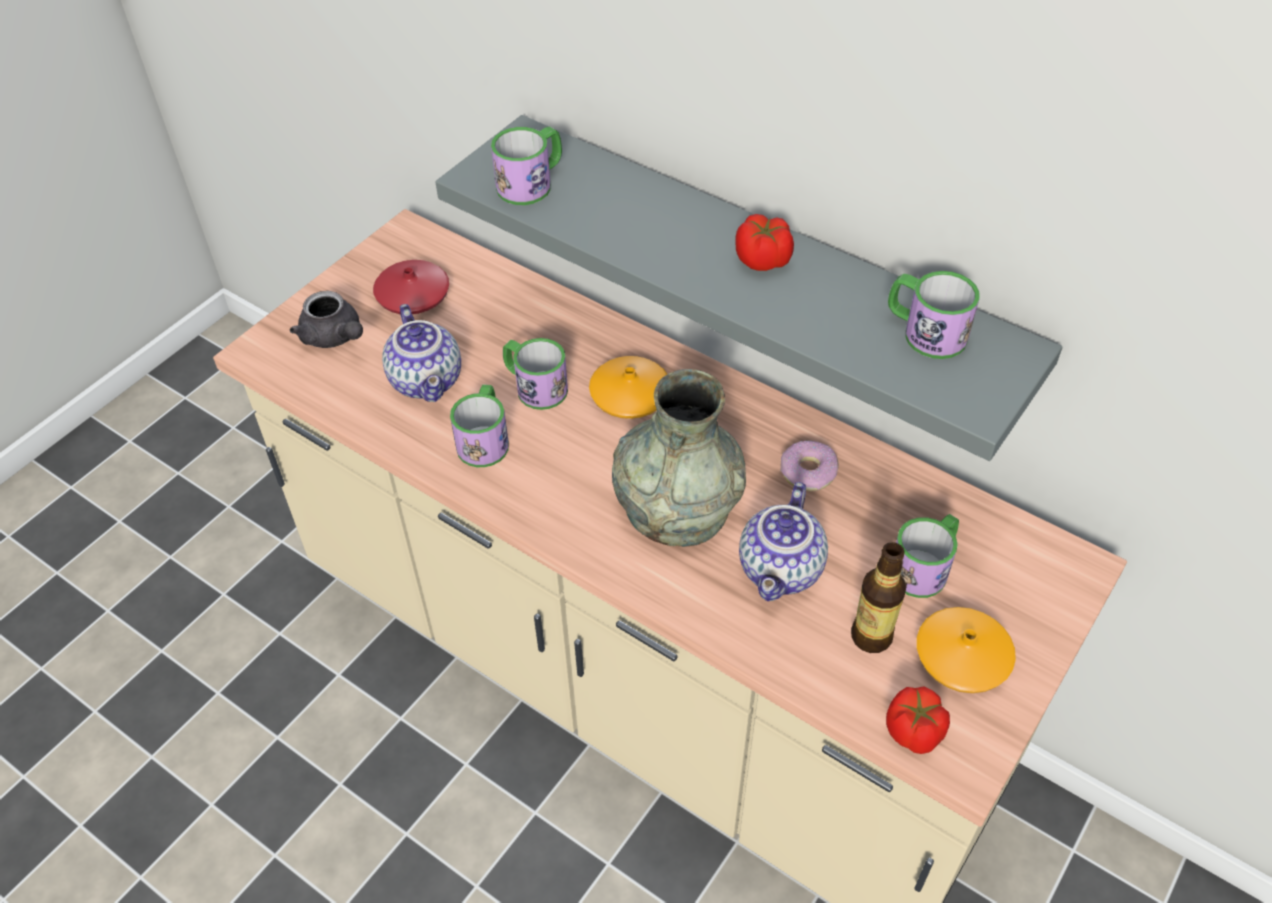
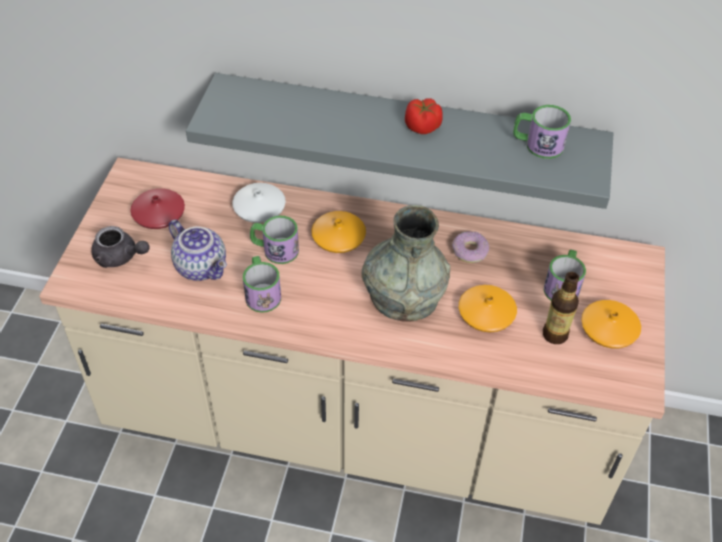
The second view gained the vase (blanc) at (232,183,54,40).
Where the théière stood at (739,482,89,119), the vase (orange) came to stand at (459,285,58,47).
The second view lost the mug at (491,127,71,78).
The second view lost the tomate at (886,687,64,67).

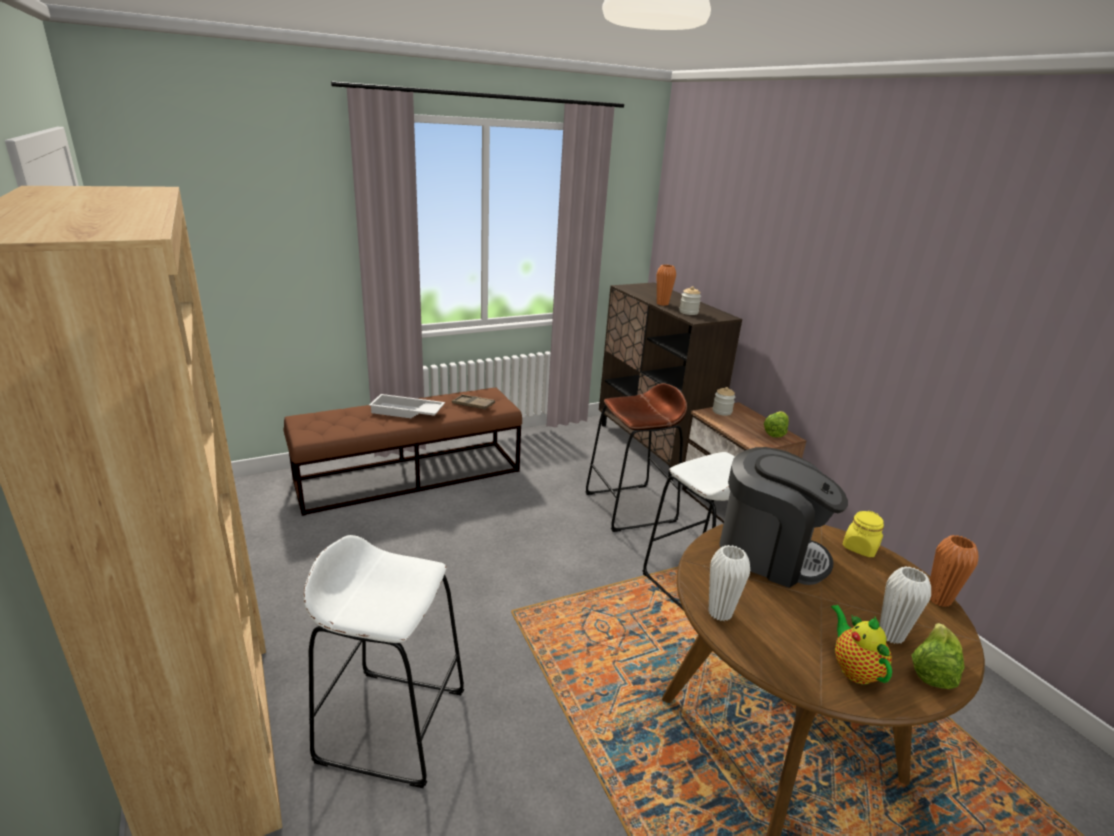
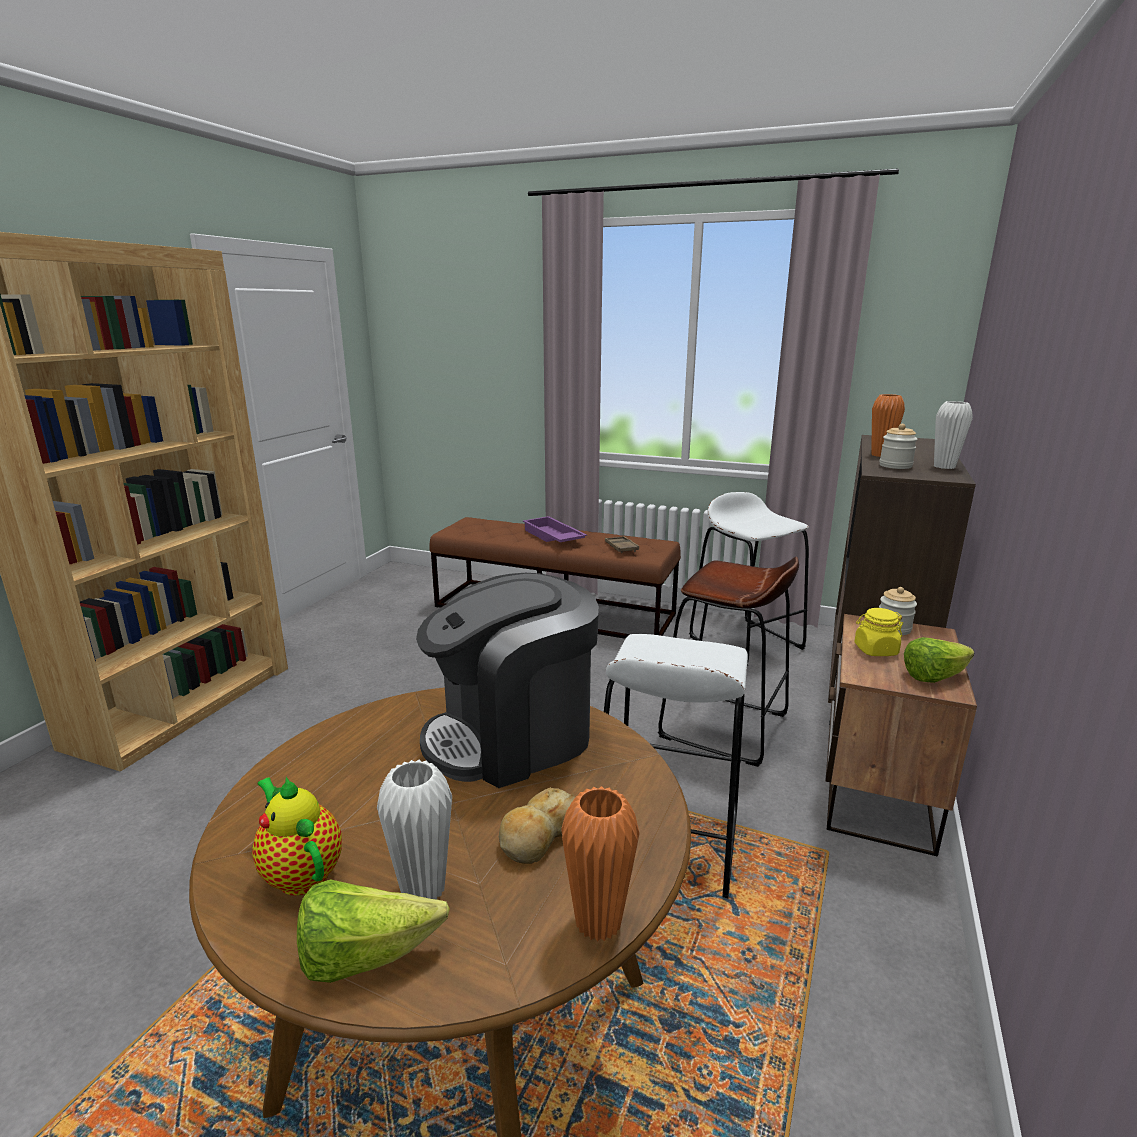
The théière at (831,605,61,79) ended up facing another way, 75 degrees counterclockwise from before.
The machine à café at (719,447,129,141) ended up facing another way, 75 degrees clockwise from before.
The second view gained the pain at (499,787,76,77).
What was the plateau (blanc) at (369,394,76,24) turned into the plateau (violet) at (523,516,64,26).
The tabouret (blanc) ended up elsewhere, having gone from (303,535,161,253) to (689,492,120,174).
The bocal (jaune) ended up elsewhere, having gone from (843,511,41,46) to (854,608,49,48).
The vase (blanc) ended up elsewhere, having gone from (709,545,41,76) to (934,401,39,68).

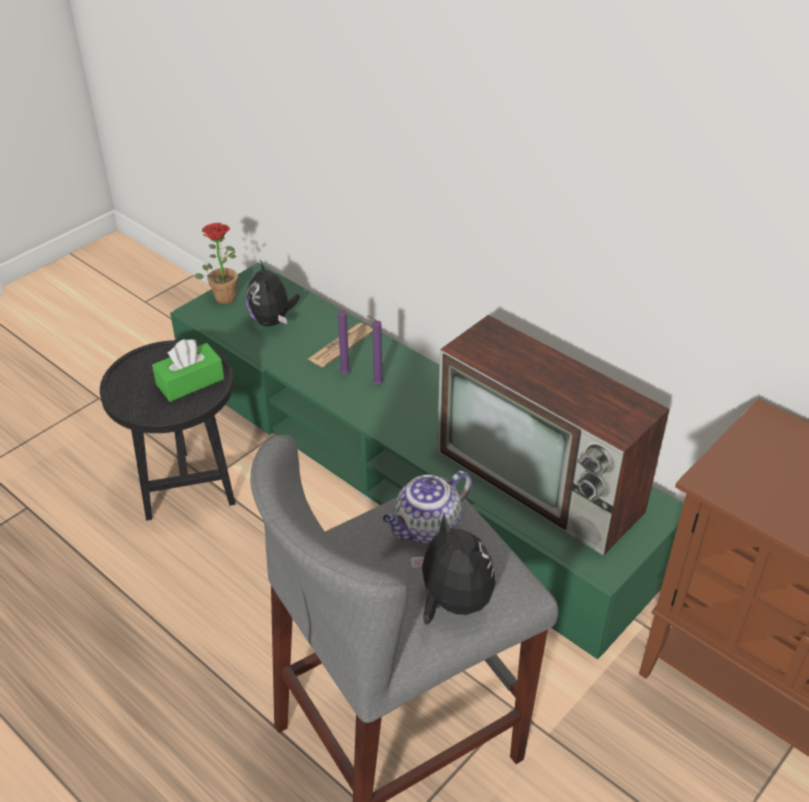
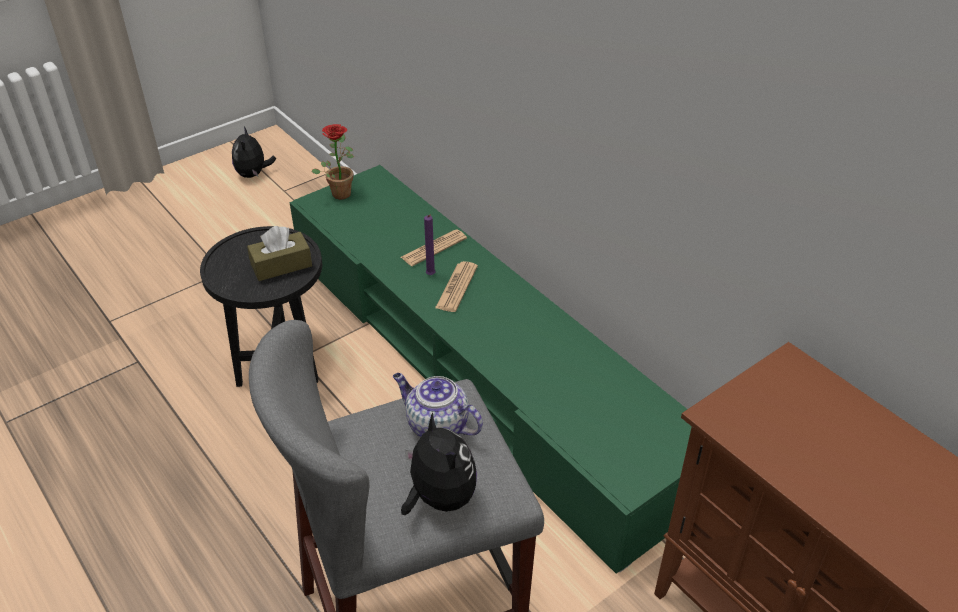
The peluche ended up elsewhere, having gone from (246,260,54,66) to (232,127,44,51).
What was the boîte à mouchoirs (vert) at (152,339,72,63) turned into the boîte à mouchoirs (marron) at (247,226,65,55).
The théière at (382,470,90,74) ended up facing another way, 60 degrees clockwise from before.
Where the bougie (violet) stood at (368,316,15,69), the journal came to stand at (435,261,43,51).
The second view lost the téléviseur at (437,315,232,241).

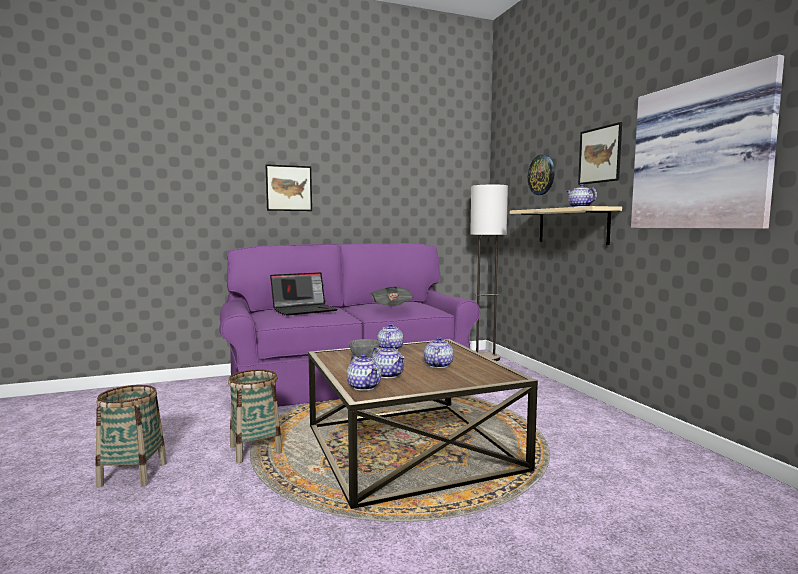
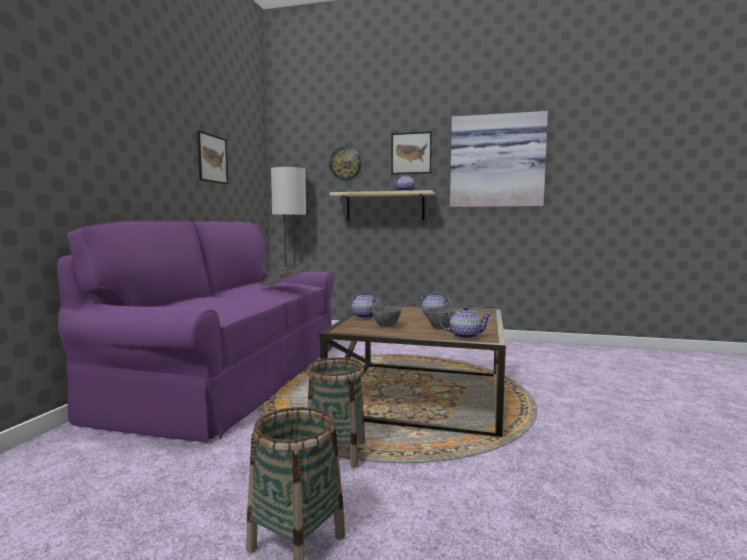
The tableau ended up elsewhere, having gone from (265,164,47,47) to (197,130,31,54).
Where the théière stood at (372,345,33,33), the bol (gris) came to stand at (426,307,31,22).
The second view lost the ordinateur portable at (270,272,68,44).

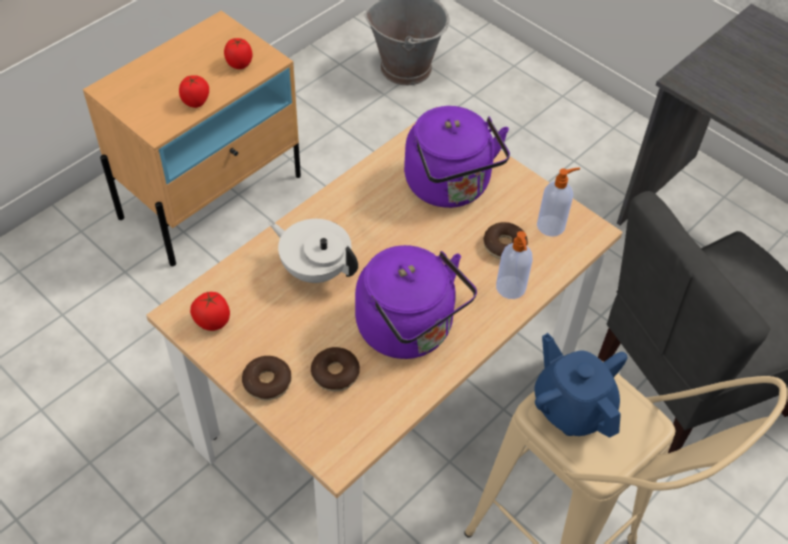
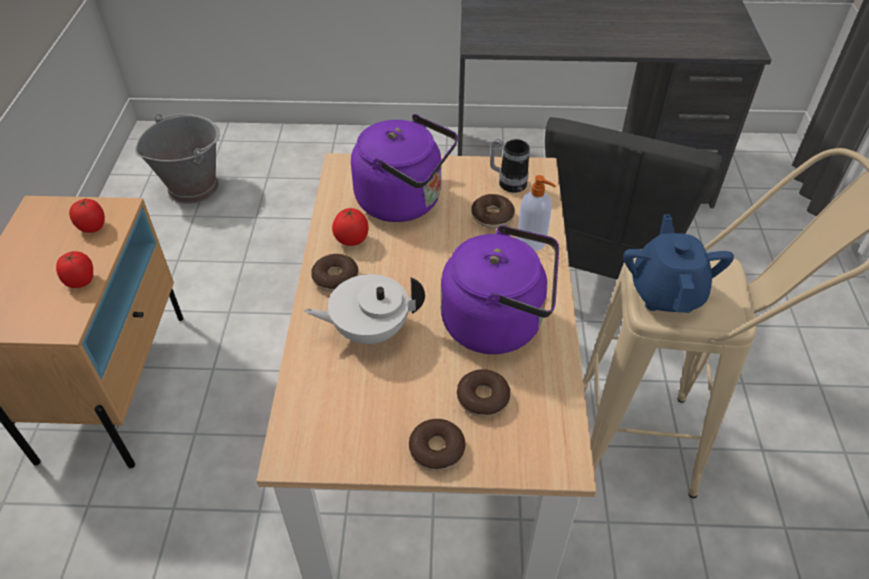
The second view gained the beignet at (311,254,48,38).
The tomate ended up elsewhere, having gone from (190,292,40,39) to (332,208,37,38).
Where the distributeur de savon stood at (537,167,43,70), the mug came to stand at (490,139,40,54).
The théière (bleu) at (534,333,93,105) ended up facing another way, 75 degrees clockwise from before.

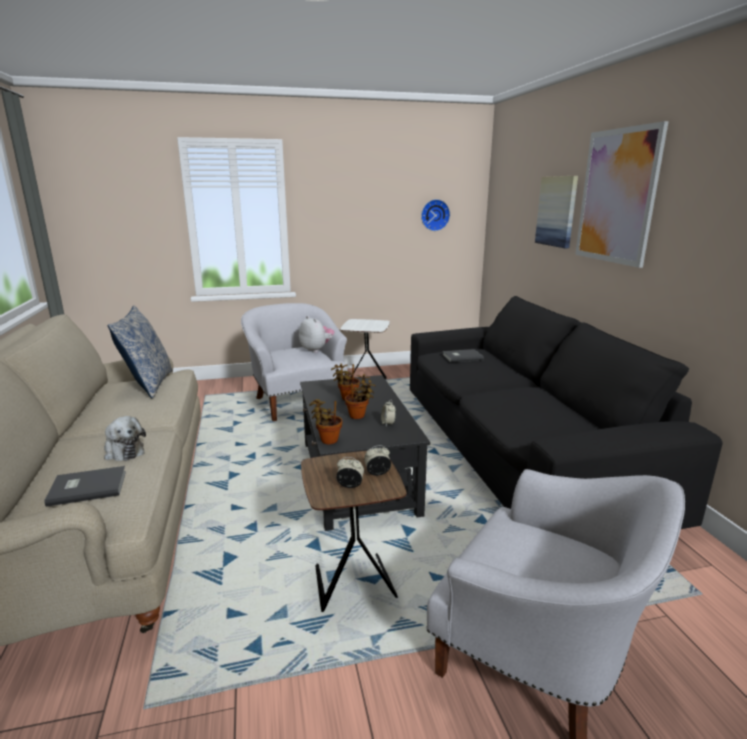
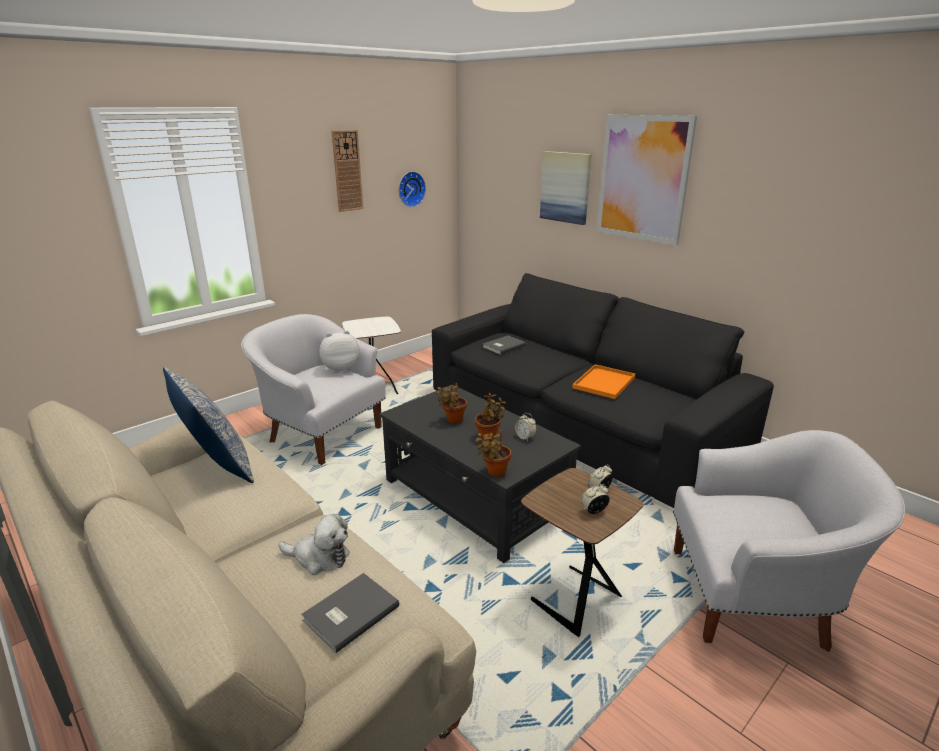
The peluche at (299,316,35,37) ended up facing another way, 45 degrees counterclockwise from before.
The second view gained the horloge murale at (332,130,31,82).
The second view gained the plateau (orange) at (572,364,63,35).

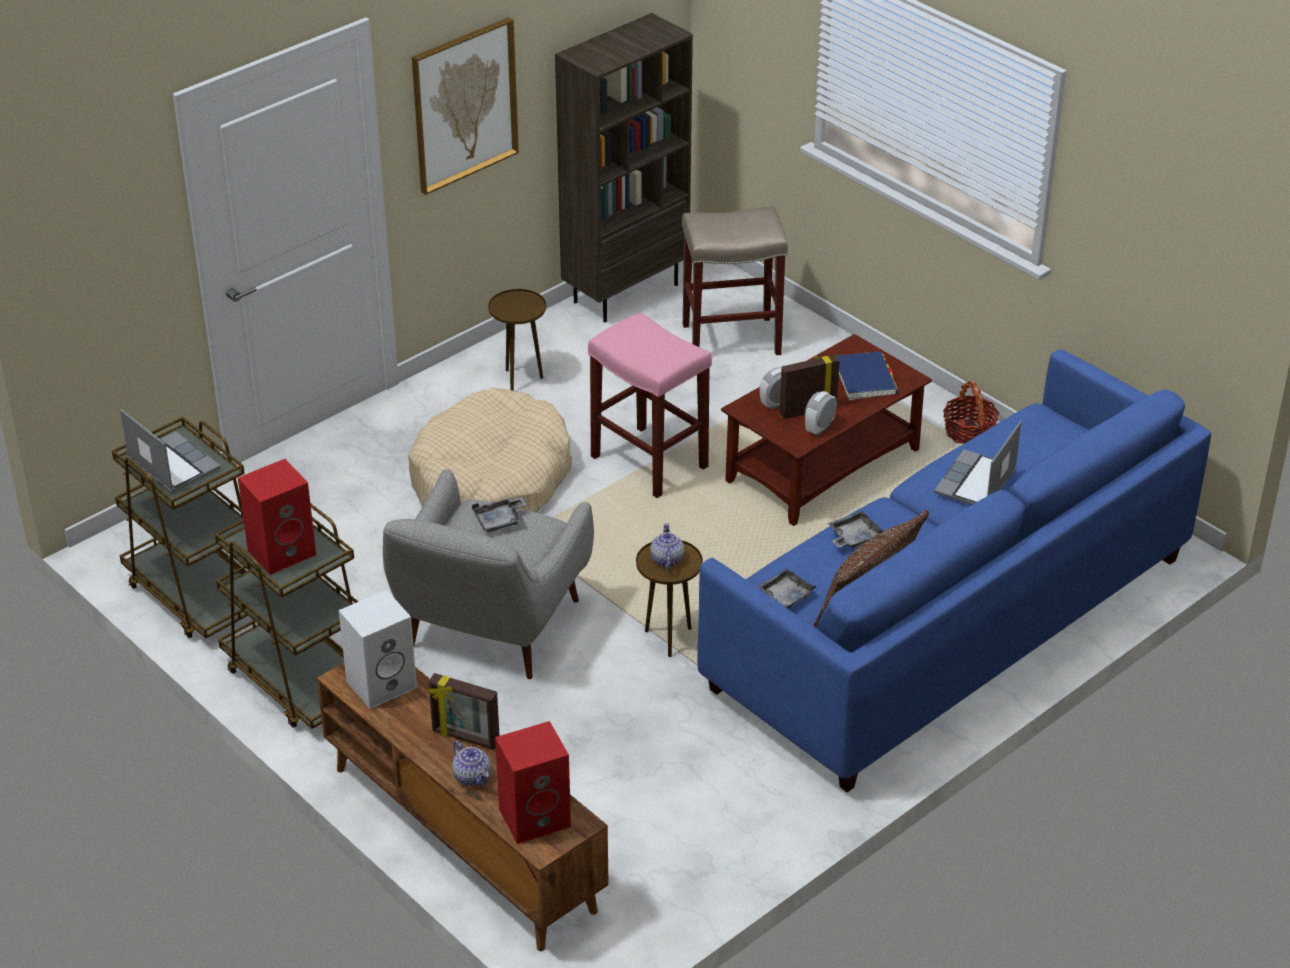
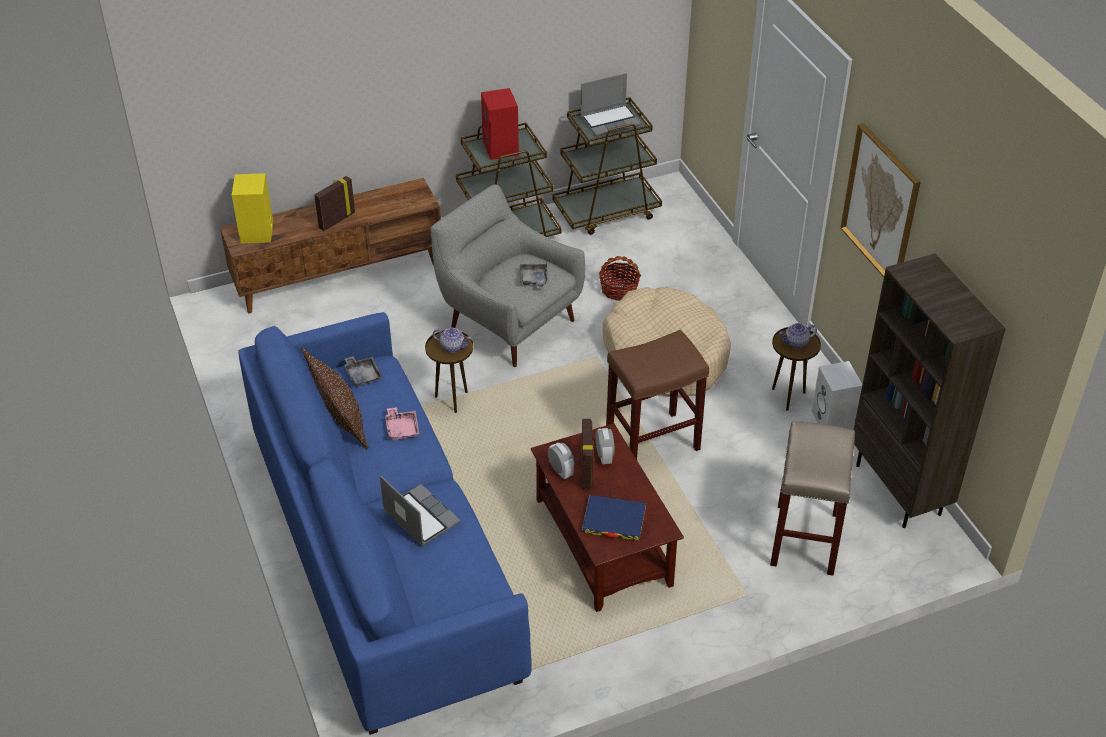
What was the enceinte (rouge) at (495,721,76,123) turned into the enceinte (jaune) at (232,173,41,70).
What was the plateau (gris) at (828,511,57,37) turned into the plateau (rose) at (385,407,34,33).
The panier ended up elsewhere, having gone from (943,381,56,63) to (599,256,42,45).
What was the tabouret (rose) at (588,312,124,186) turned into the tabouret (marron) at (606,330,103,130).
The théière ended up elsewhere, having gone from (452,741,39,45) to (779,323,38,25).
The enceinte (blanc) ended up elsewhere, having gone from (339,590,78,119) to (811,361,51,69).

